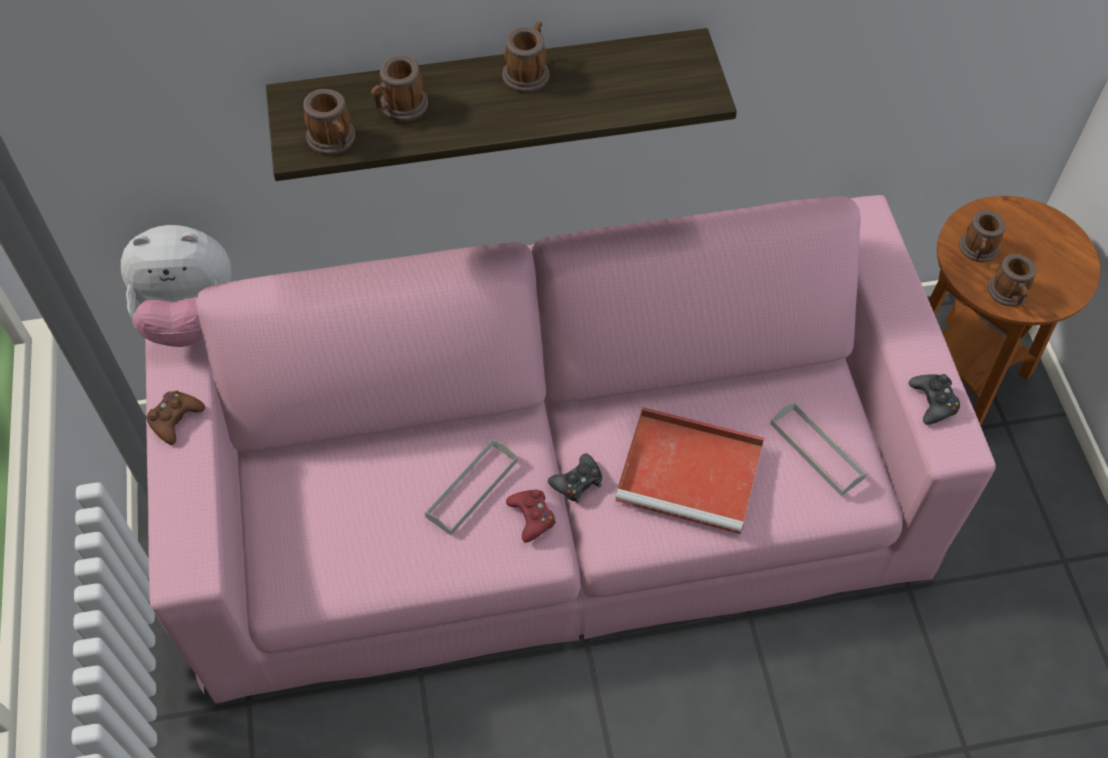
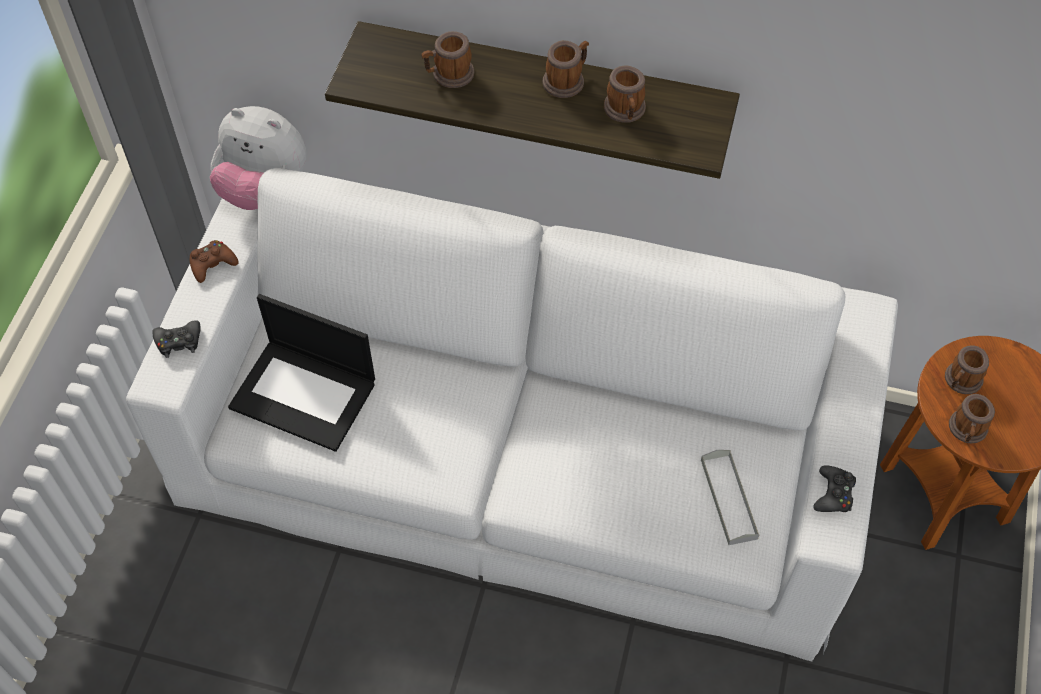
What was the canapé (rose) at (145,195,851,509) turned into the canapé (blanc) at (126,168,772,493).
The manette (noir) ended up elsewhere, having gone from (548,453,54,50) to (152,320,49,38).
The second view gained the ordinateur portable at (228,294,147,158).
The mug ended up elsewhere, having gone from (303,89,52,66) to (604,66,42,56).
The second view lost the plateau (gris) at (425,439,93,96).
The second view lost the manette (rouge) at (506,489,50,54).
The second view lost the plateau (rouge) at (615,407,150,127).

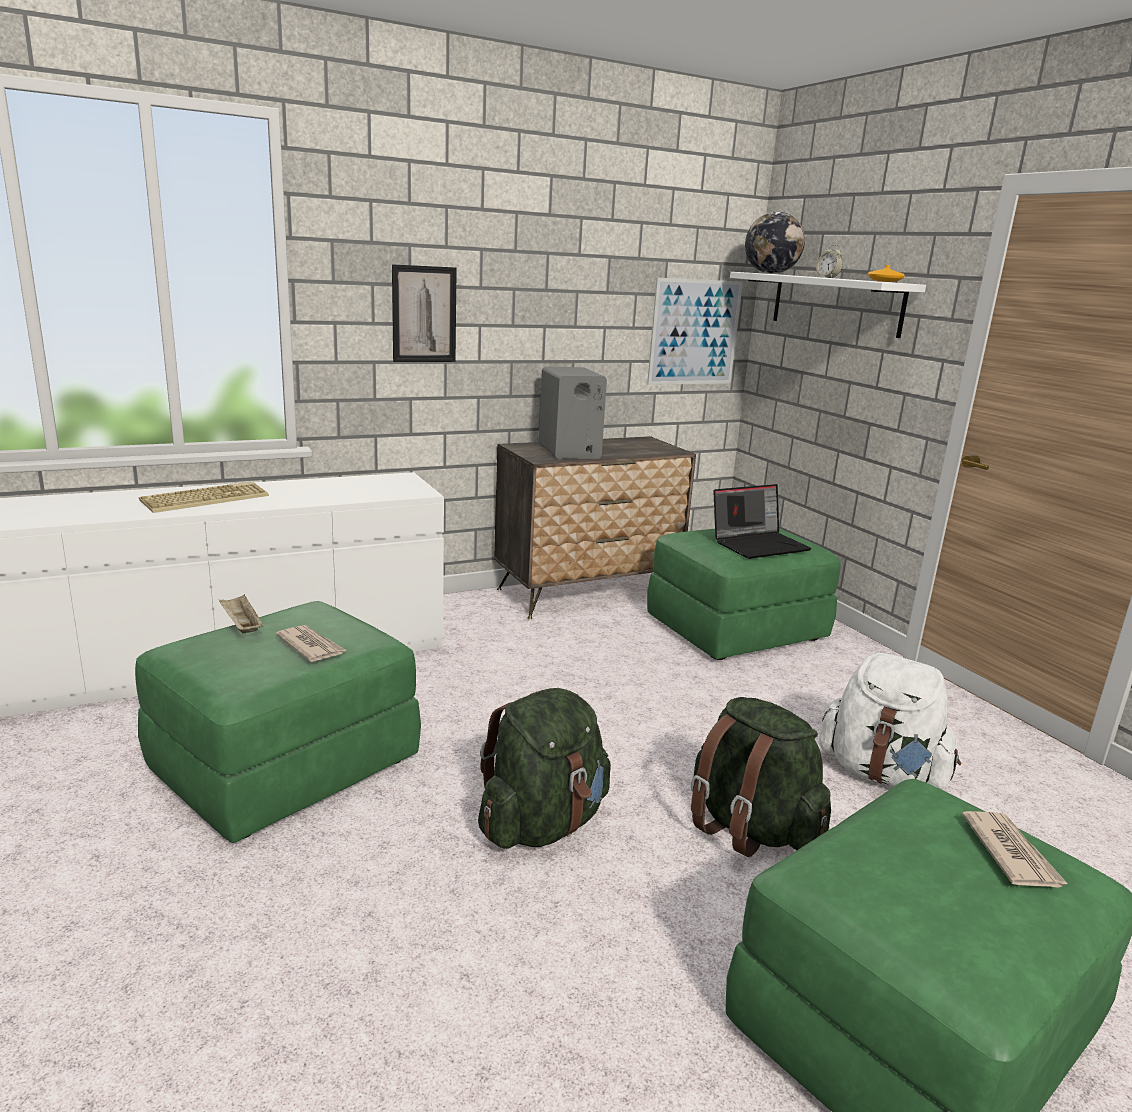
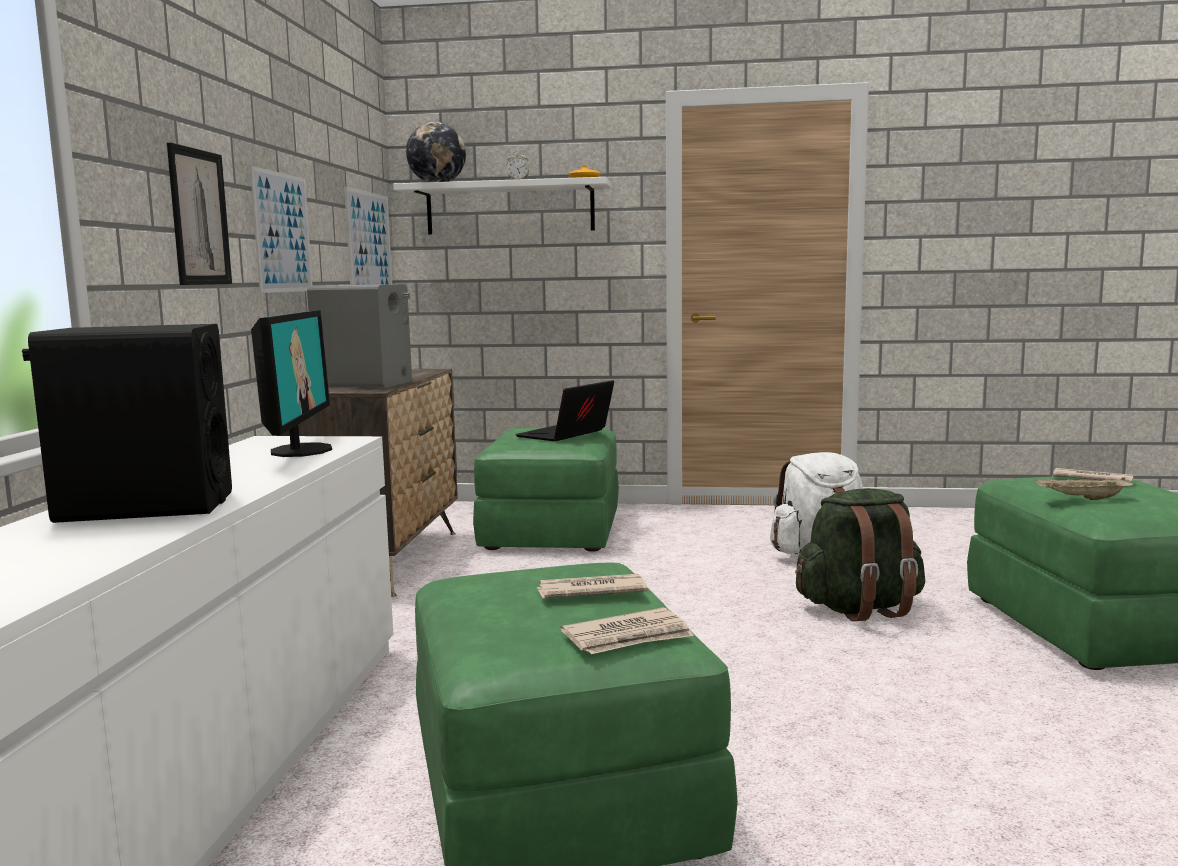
Where the clavier stood at (139,482,130,31), the enceinte (noir) came to stand at (22,324,210,199).
The second view gained the tableau at (250,166,63,127).
The second view gained the écran d'ordinateur at (251,310,81,147).
The ordinateur portable at (713,484,99,75) ended up facing another way, 150 degrees counterclockwise from before.
The second view gained the journal at (560,608,134,46).
The plateau (beige) ended up elsewhere, having gone from (219,594,45,39) to (1035,477,99,23).
The second view lost the sac à dos (vert) at (478,688,133,161).

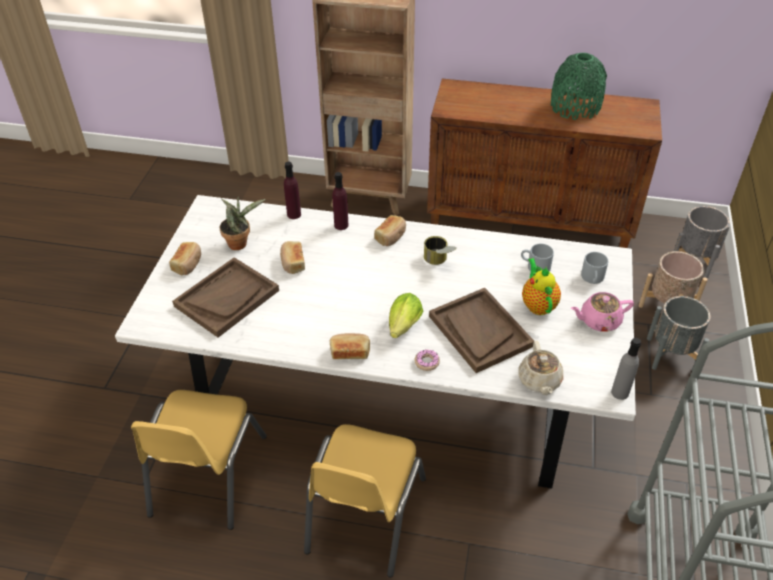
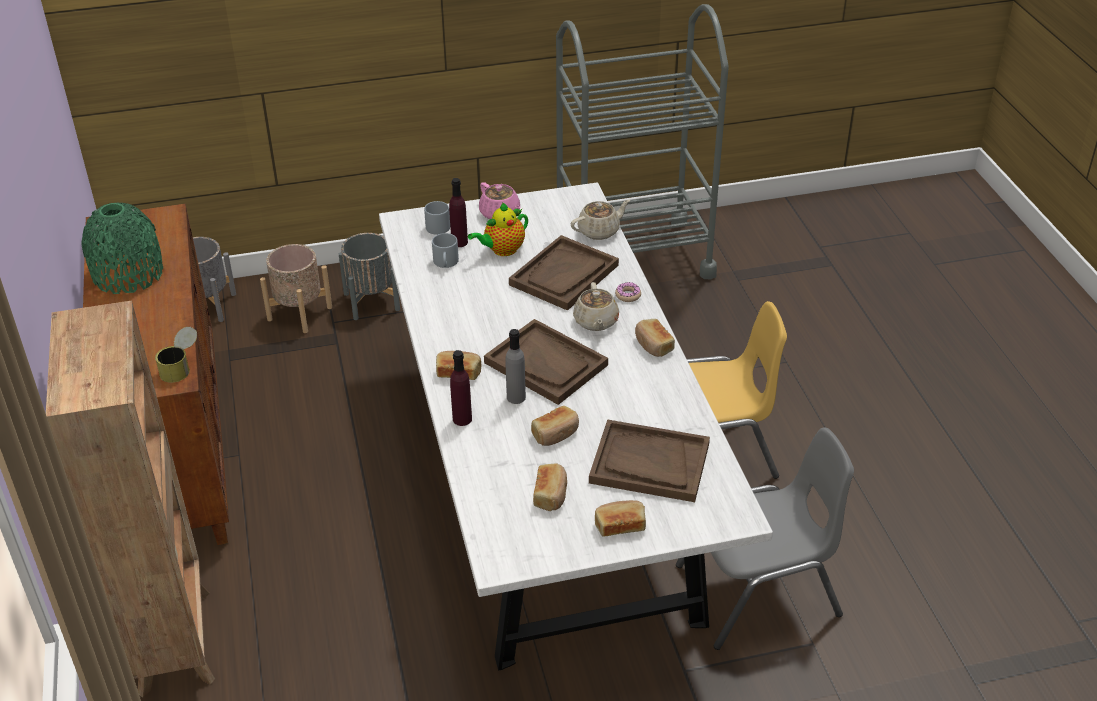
The boîte métallique ended up elsewhere, having gone from (424,236,33,29) to (155,327,42,56).
The bouteille (violet) ended up elsewhere, having gone from (284,162,17,57) to (449,178,19,69).
The second view gained the plateau (marron) at (484,319,124,86).
The bouteille (gris) ended up elsewhere, having gone from (611,338,30,62) to (506,329,20,75).
Where the plante en pot stood at (220,197,46,53), the pain came to stand at (533,463,34,48).
Where the laitue stood at (389,293,34,45), the théière (beige) came to stand at (573,282,46,49).
What was the chaise (jaune) at (131,390,136,140) turned into the chaise (gris) at (676,428,178,222).

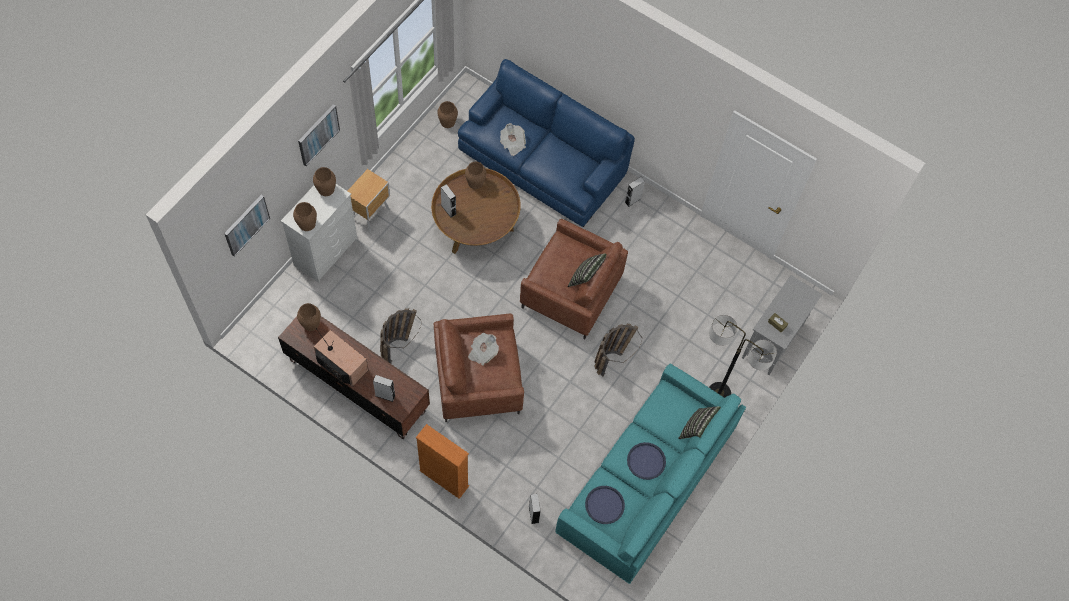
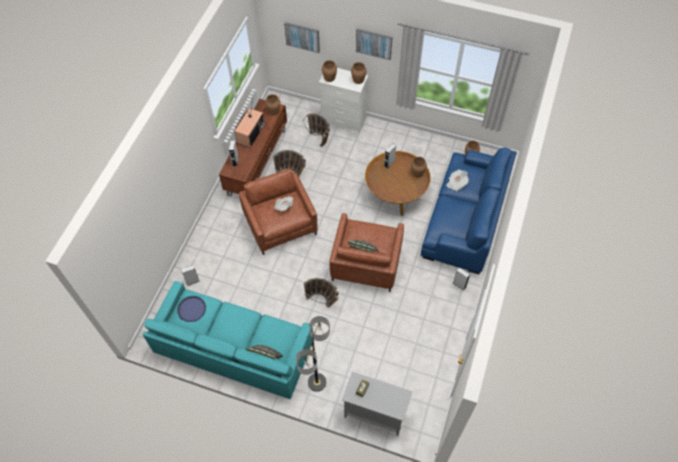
The second view gained the panier at (303,113,27,34).
The second view lost the table de chevet (marron) at (348,169,42,63).
The second view lost the bibliothèque (orange) at (416,424,53,75).
The second view lost the plateau (bleu) at (627,442,39,38).

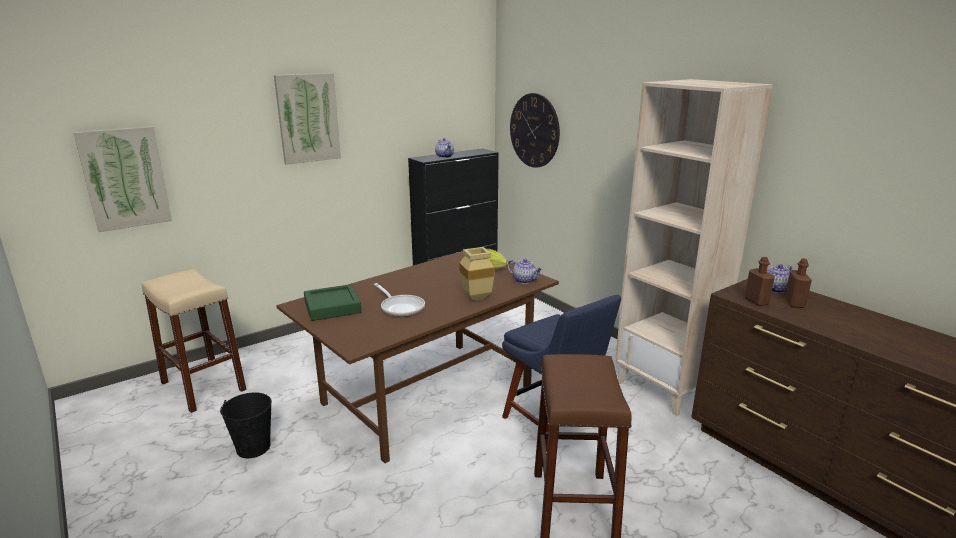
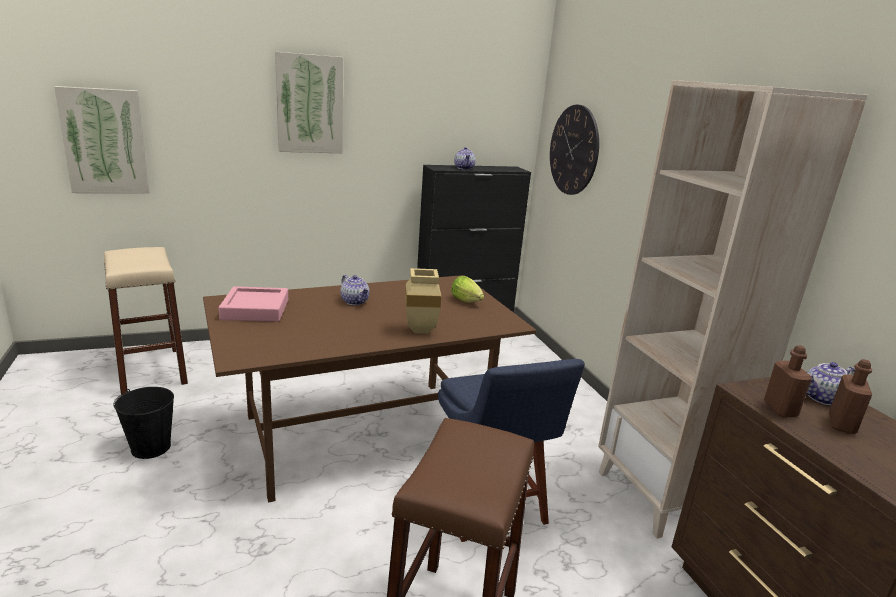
What was the plateau (vert) at (304,284,57,37) turned into the plateau (rose) at (219,286,69,36).
The théière ended up elsewhere, having gone from (507,259,36,25) to (340,275,29,30).
The second view lost the poêle at (374,283,51,34).

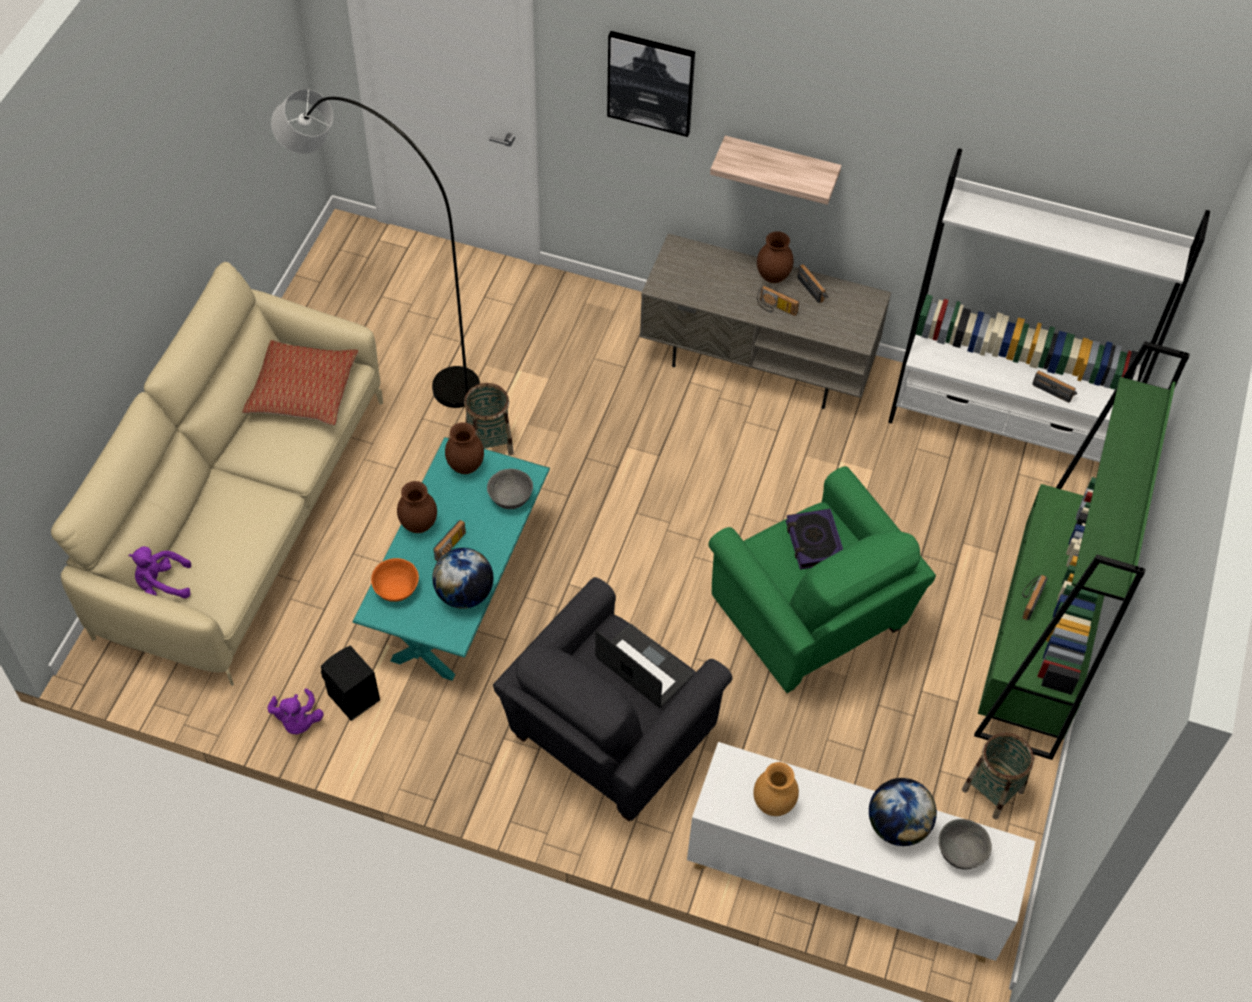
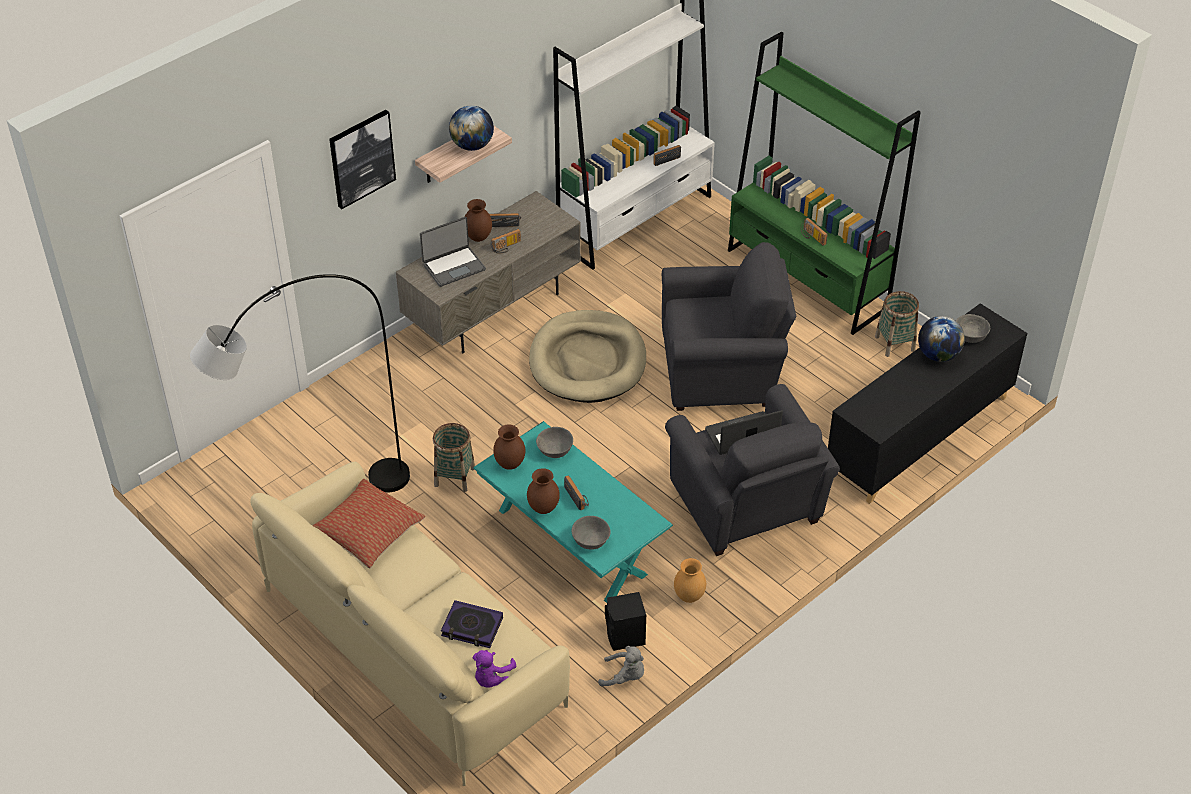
The second view gained the ordinateur portable at (420,217,66,70).
The livre ended up elsewhere, having gone from (786,509,57,61) to (441,600,62,48).
The globe ended up elsewhere, having gone from (432,548,61,61) to (449,105,45,46).
The second view gained the panier pour chien (beige) at (529,310,117,93).
What was the bol (orange) at (371,558,48,44) turned into the bol (gris) at (572,516,39,34).
What was the peluche (violet) at (268,689,56,46) turned into the peluche (gris) at (598,646,46,41).
What was the fauteuil (vert) at (709,466,227,227) turned into the fauteuil (gris) at (662,242,135,169).
The vase (marron) ended up elsewhere, having gone from (753,762,46,54) to (674,558,32,45).
What was the meuble de rangement (blanc) at (687,742,348,221) turned into the meuble de rangement (noir) at (828,303,199,201).

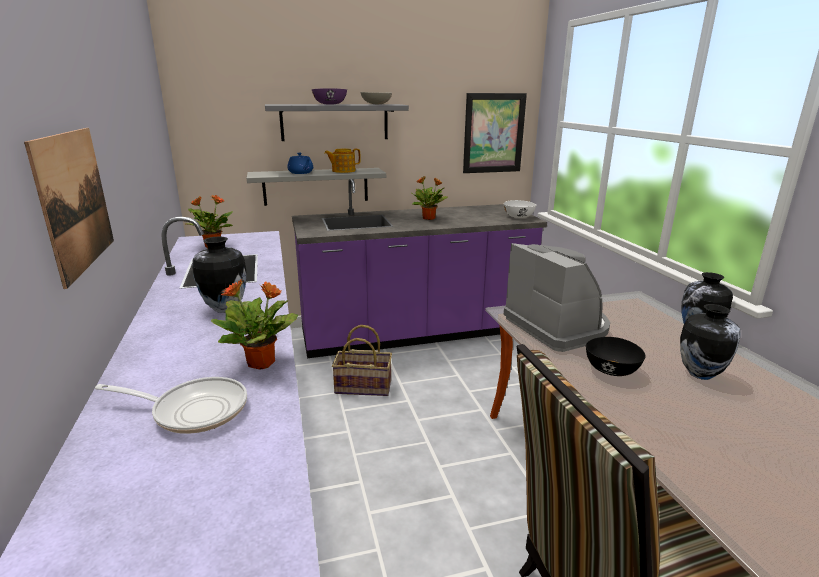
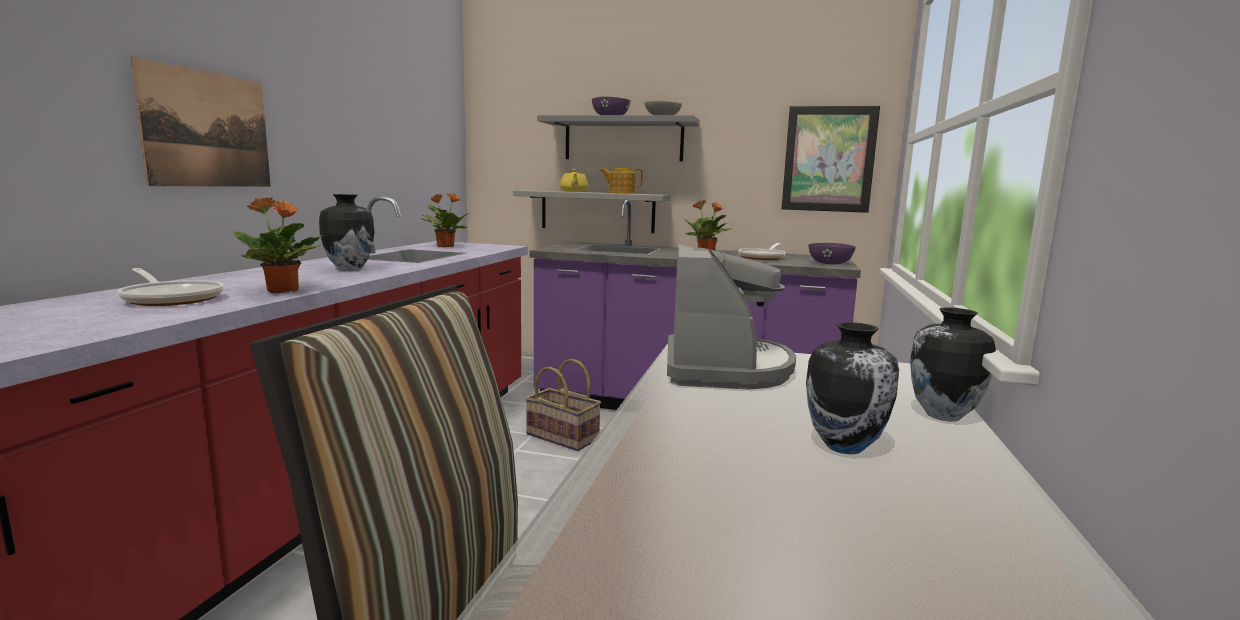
What was the théière (bleu) at (287,153,26,21) turned into the théière (jaune) at (560,169,28,23).
The second view gained the poêle at (738,243,48,17).
What was the bol (blanc) at (504,200,32,18) turned into the bol (violet) at (808,243,48,22).
The second view lost the bol (noir) at (586,337,60,39).

